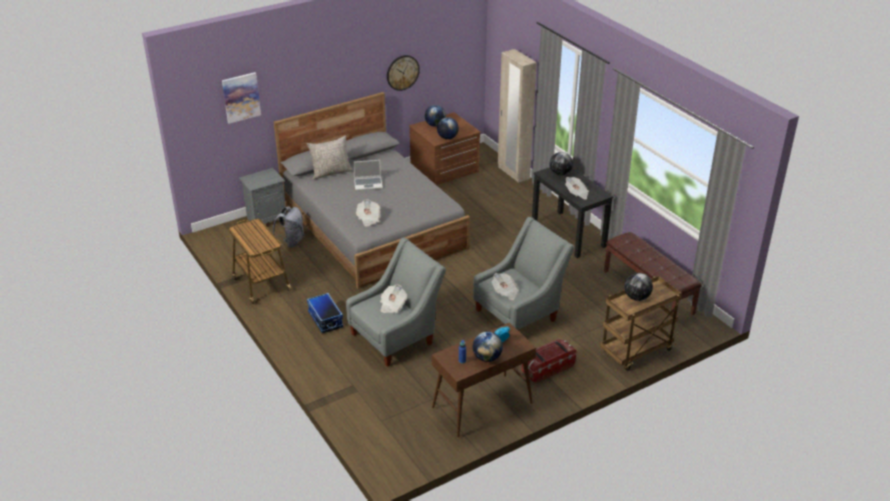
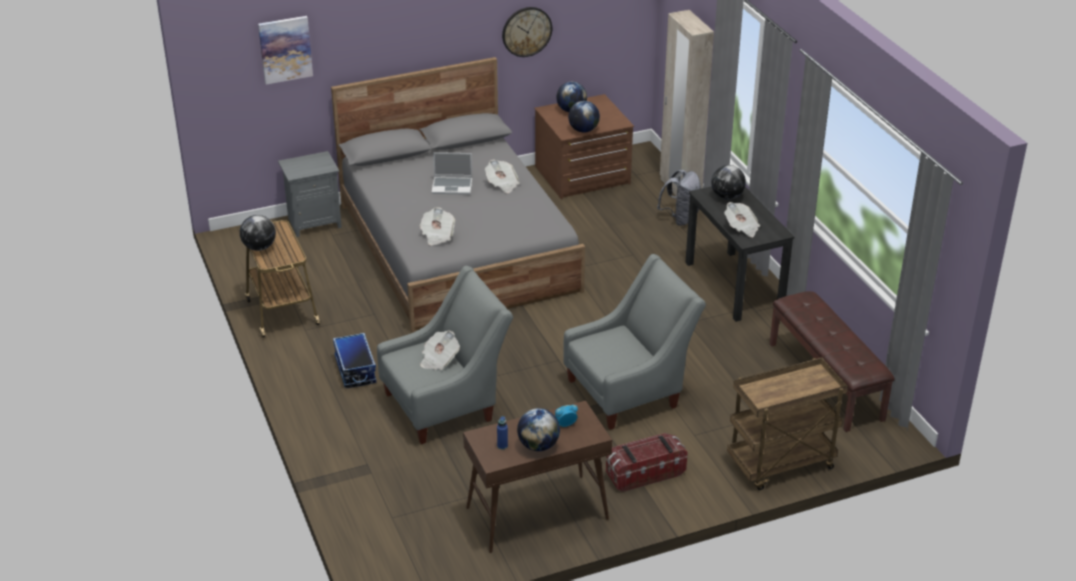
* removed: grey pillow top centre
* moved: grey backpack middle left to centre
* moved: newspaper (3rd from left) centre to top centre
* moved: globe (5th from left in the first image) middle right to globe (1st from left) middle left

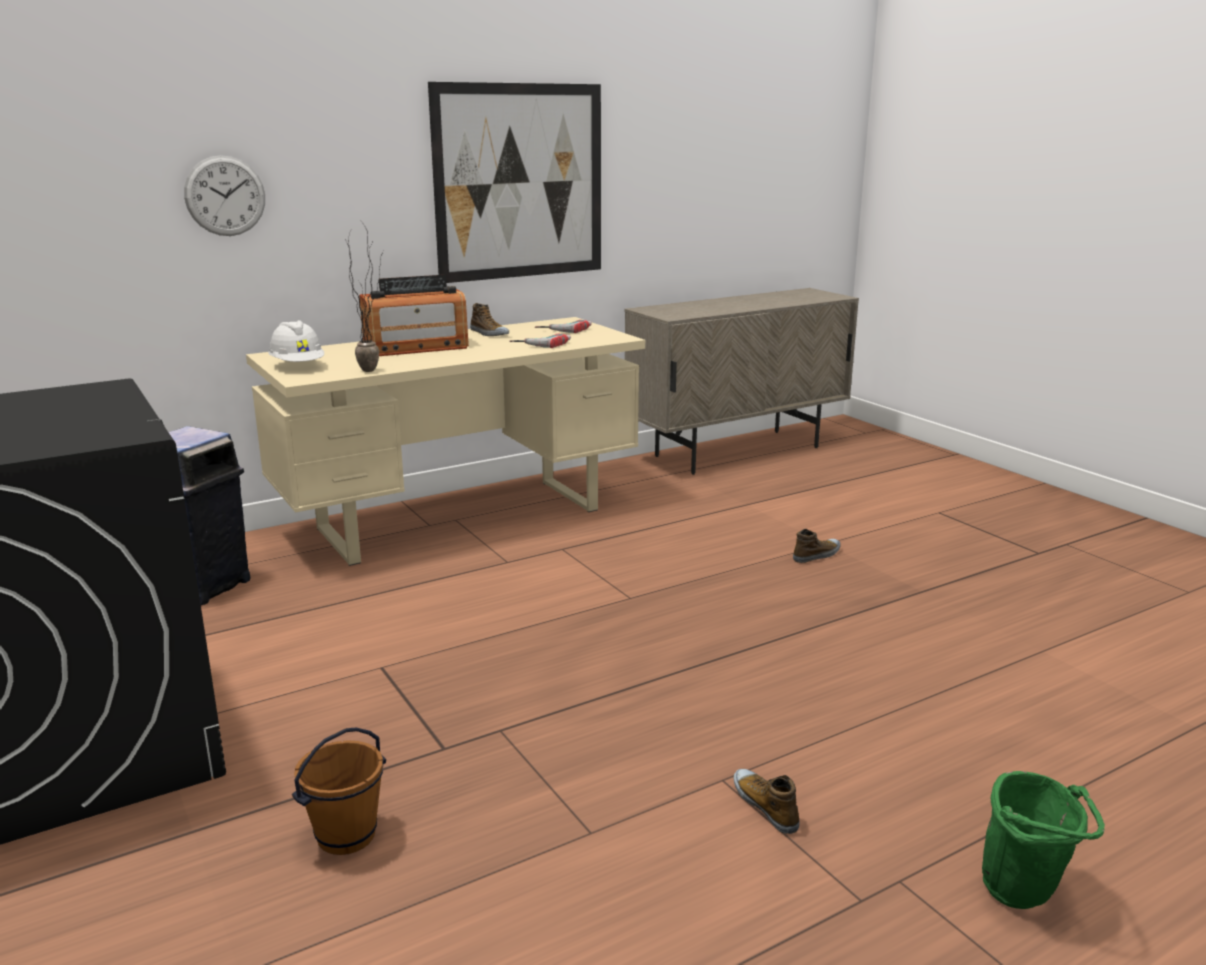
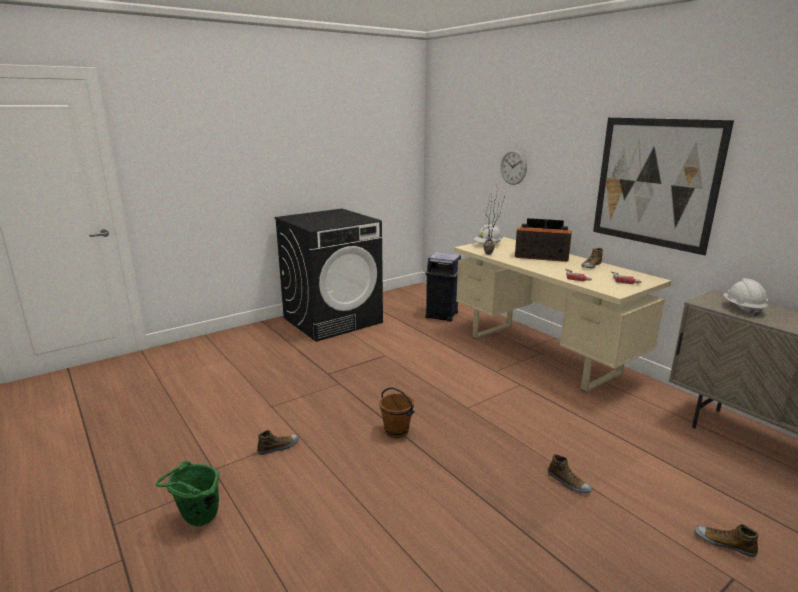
* added: shoe (4th from left) bottom right
* added: white hard hat (2nd from left) middle right
* moved: brown bucket bottom left to bottom centre
* turned: radio top centre = middle right 135 degrees clockwise

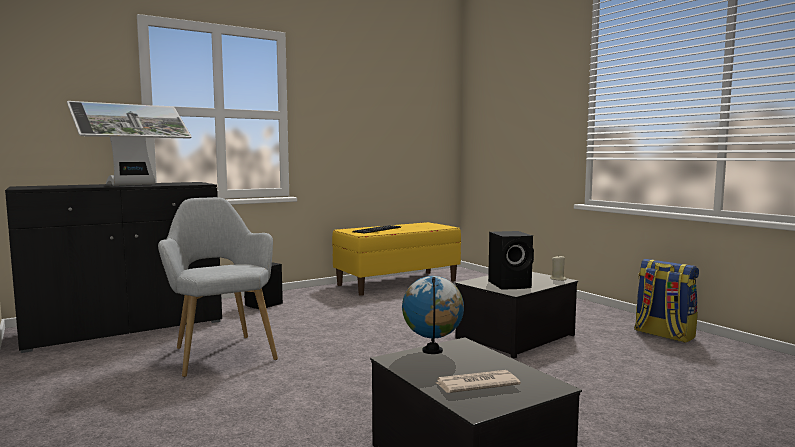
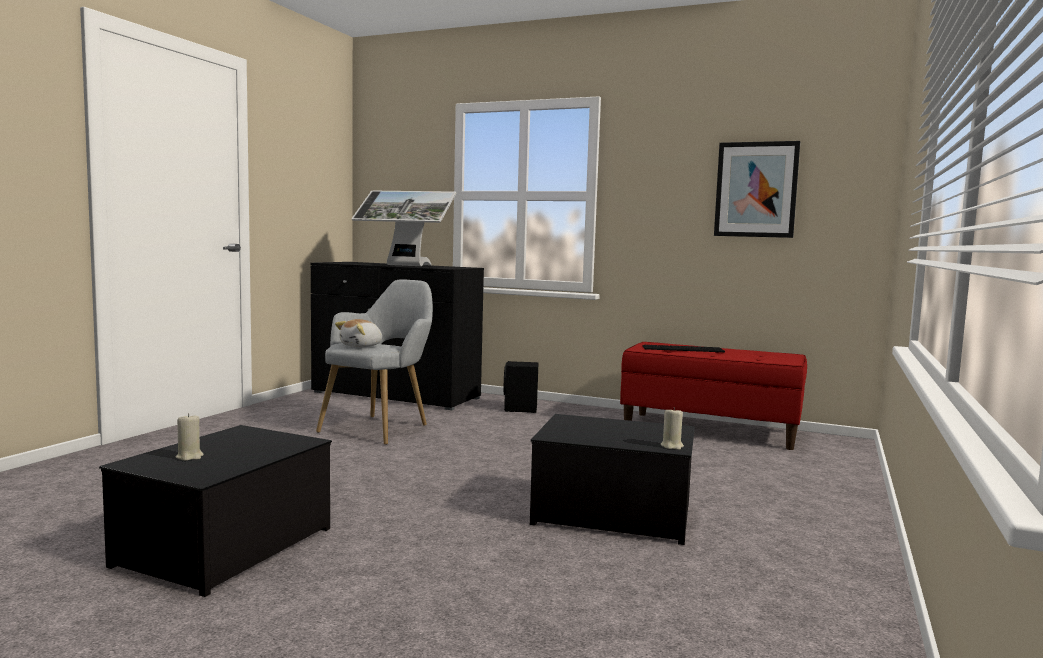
* removed: globe bottom centre
* removed: black speaker (2nd from left) centre
* removed: backpack bottom right
* added: plush toy centre
* added: picture top right
* replaced: newspaper bottom centre to beige candle (1st from left) middle left
* recoloured: yellow bench centre to red bench middle right

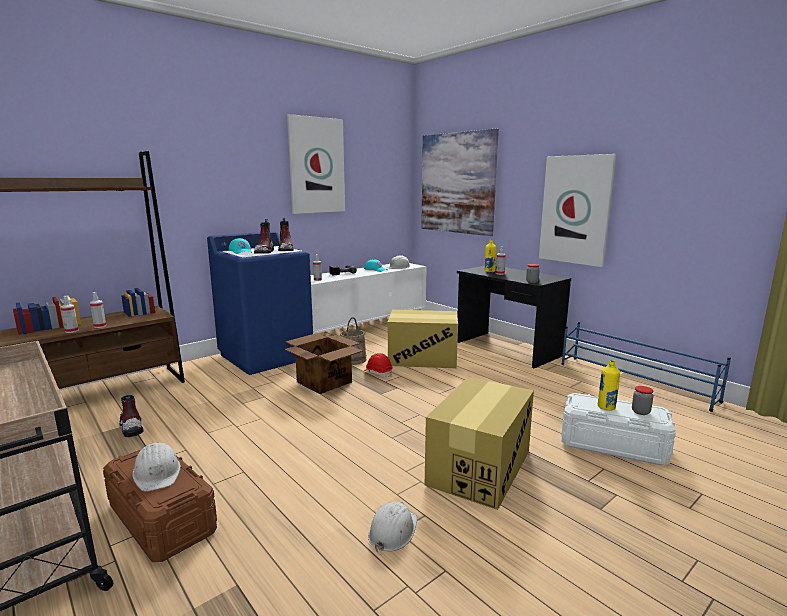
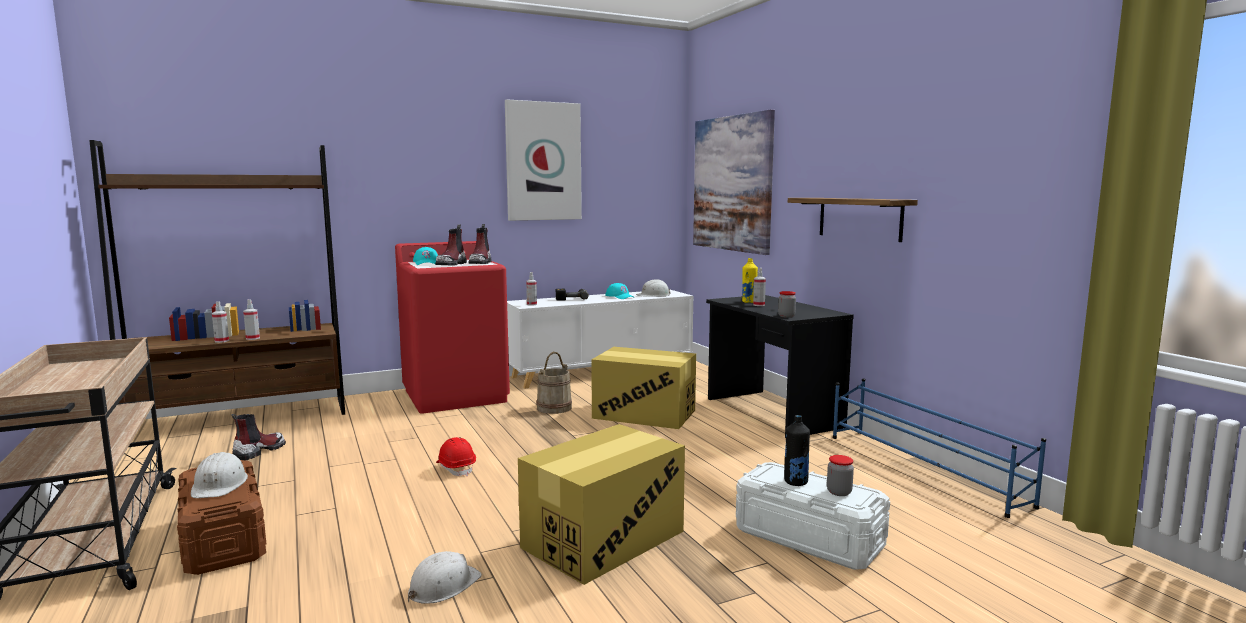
* removed: cardboard box (1st from left) centre
* moved: red hard hat centre to bottom centre
* replaced: picture (3rd from left) middle right to shelf middle right
* recoloured: blue washing machine middle left to red washing machine centre
* recoloured: yellow bottle (2nd from left) middle right to black bottle bottom centre
* turned: boot (1st from left) bottom left = bottom left 45 degrees clockwise

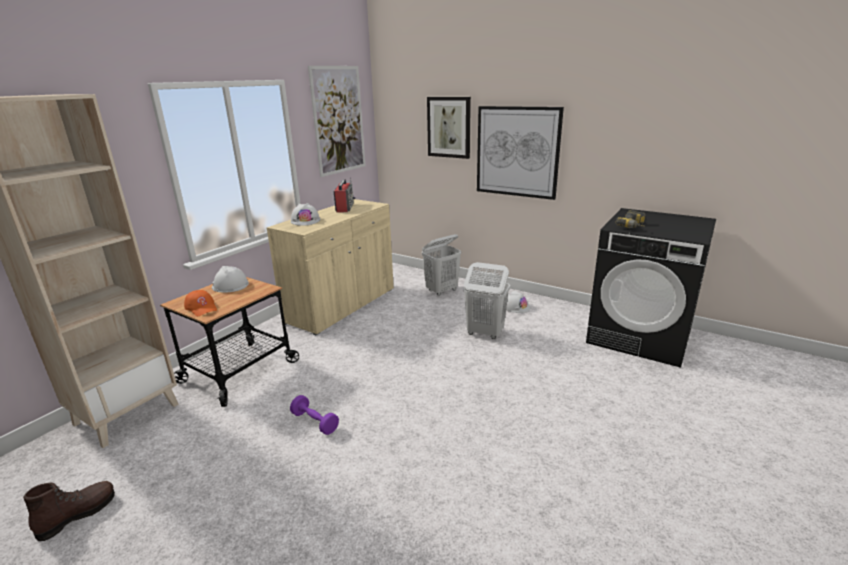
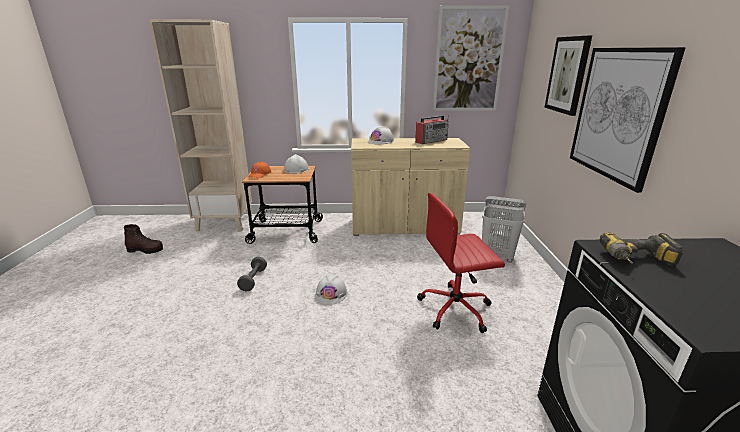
* moved: white hard hat (3rd from left in the first image) centre to white hard hat (2nd from left) bottom centre
* replaced: white laundry basket (2nd from left) centre to red office chair centre
* recoloured: purple dumbbell bottom centre to grey dumbbell centre

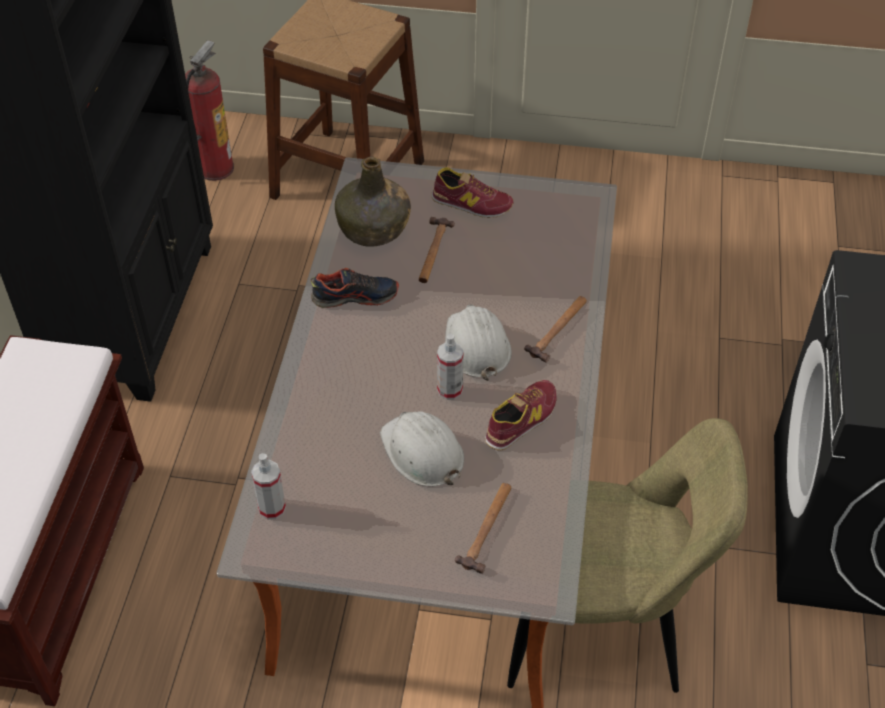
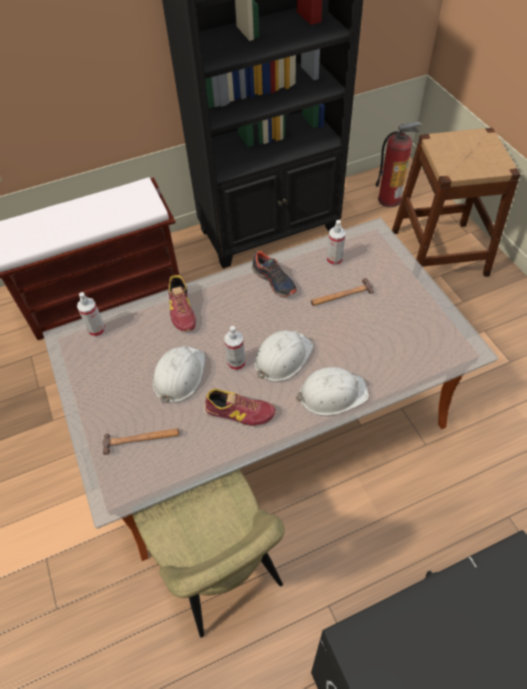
* moved: shoe (2nd from left in the first image) top centre to shoe (1st from left) centre
* replaced: green bottle top centre to spray bottle (3rd from left) centre
* replaced: hammer (3rd from left) centre to white hard hat (3rd from left) centre

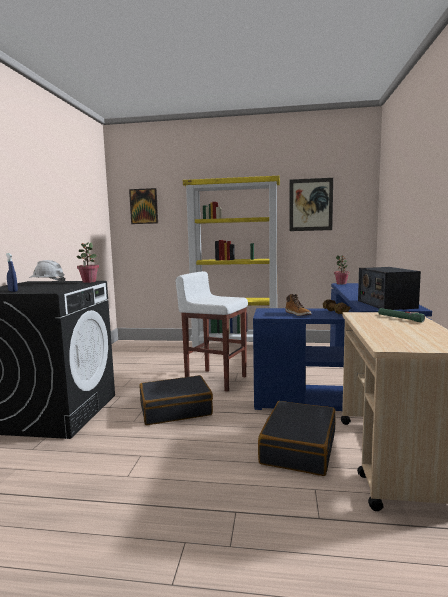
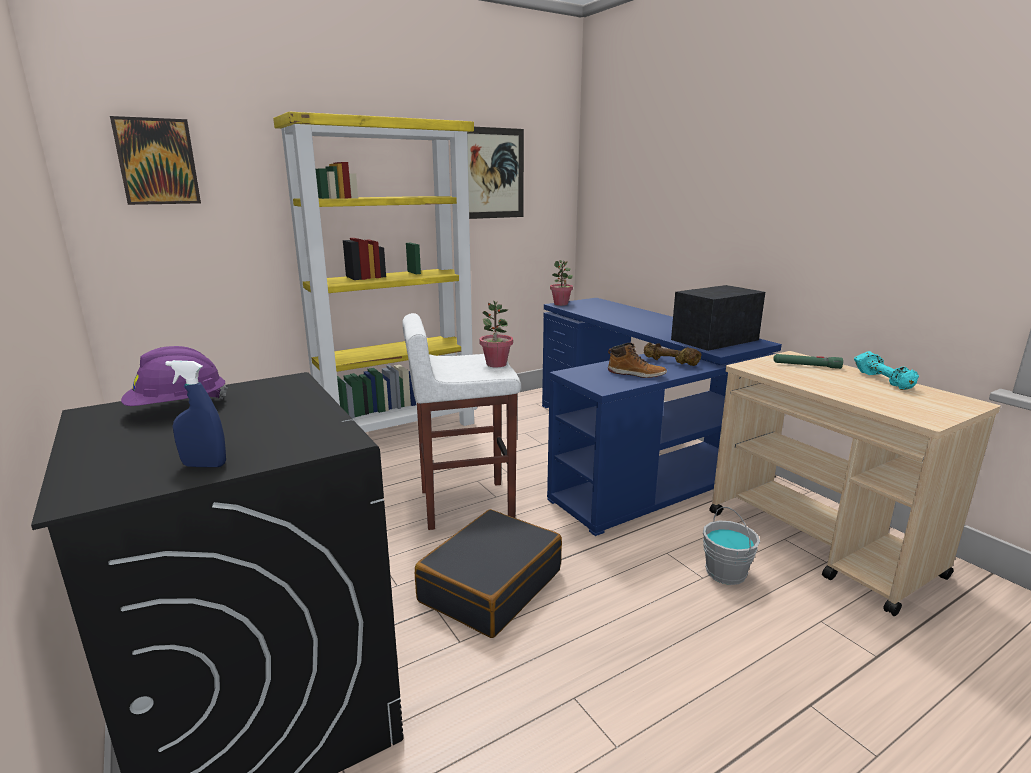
* added: turquoise dumbbell middle right
* moved: potted plant (1st from left) middle left to centre
* replaced: black suitcase (2nd from left) bottom centre to grey bucket bottom right
* recoloured: white hard hat middle left to purple hard hat middle left
* turned: radio middle right = middle right 105 degrees clockwise

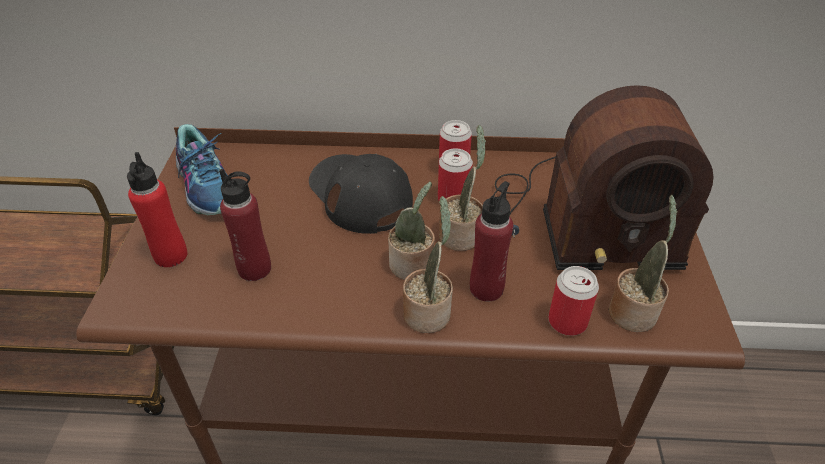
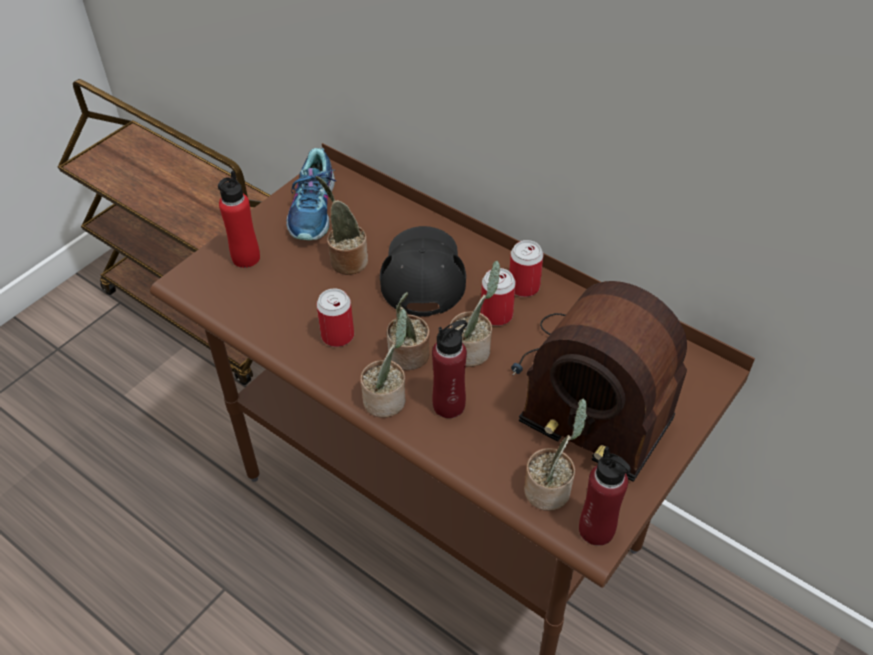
* added: potted plant (1st from left) centre
* moved: red bottle (2nd from left in the first image) middle left to red bottle (3rd from left) bottom right
* moved: can (3rd from left in the first image) middle right to can (1st from left) centre

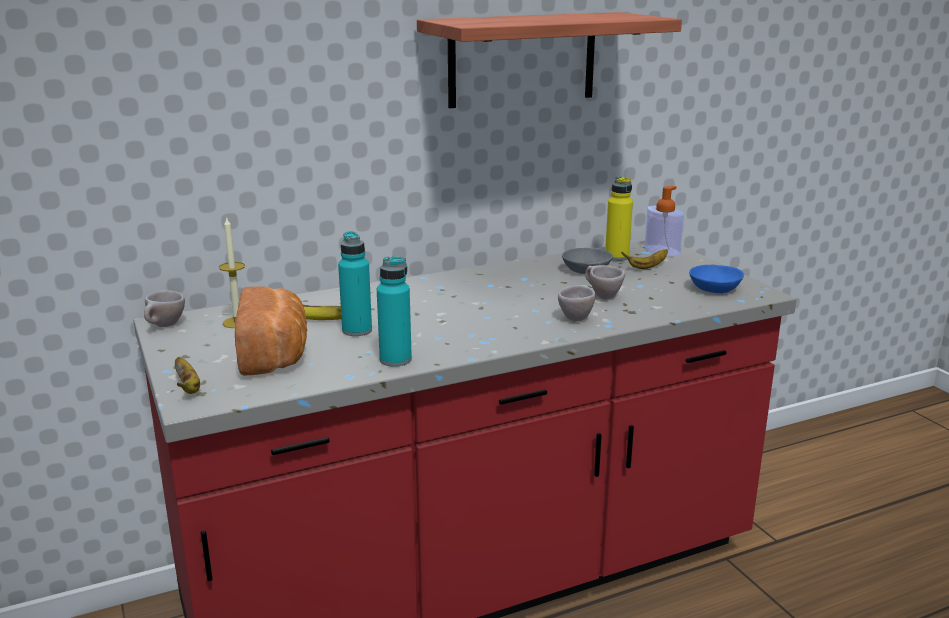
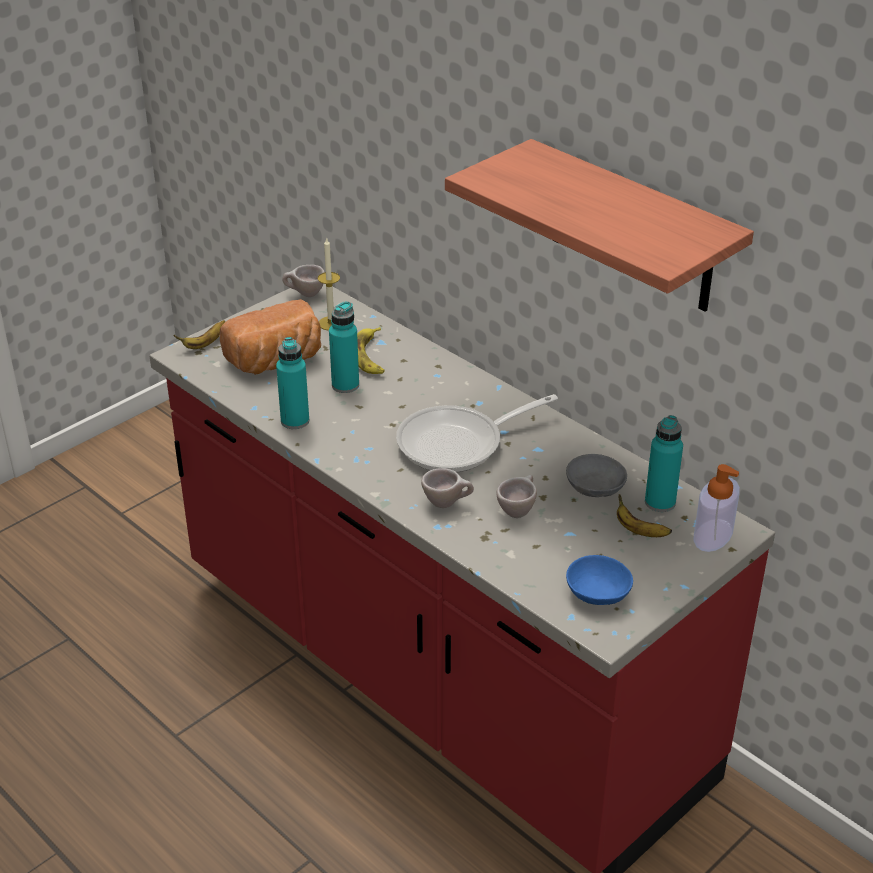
* added: frying pan centre
* recoloured: yellow bottle centre to turquoise bottle (3rd from left) middle right

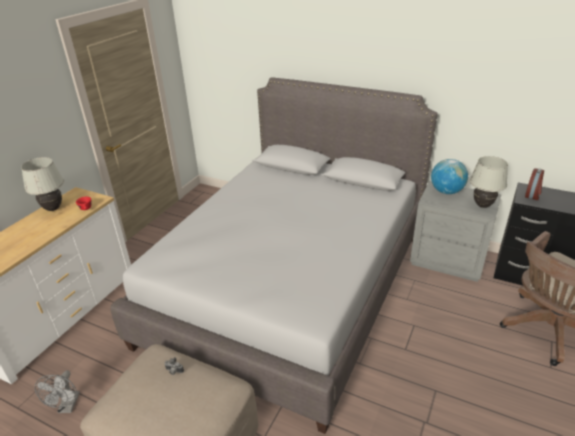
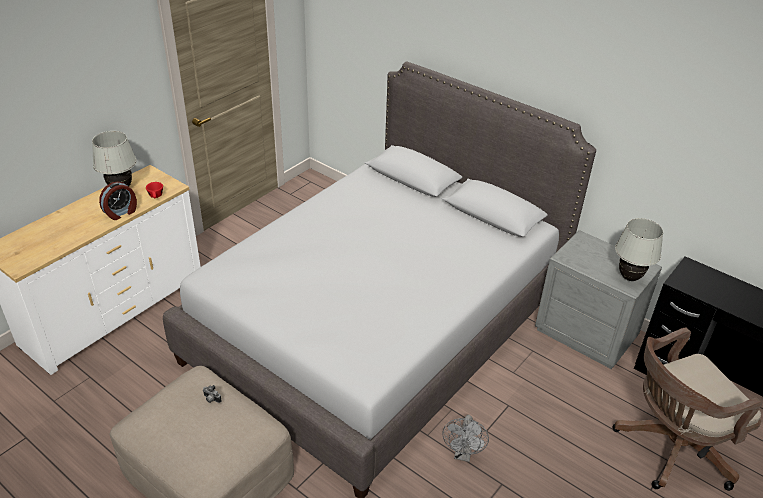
* removed: globe middle right
* moved: grey fan bottom left to bottom centre
* moved: alarm clock middle right to middle left

